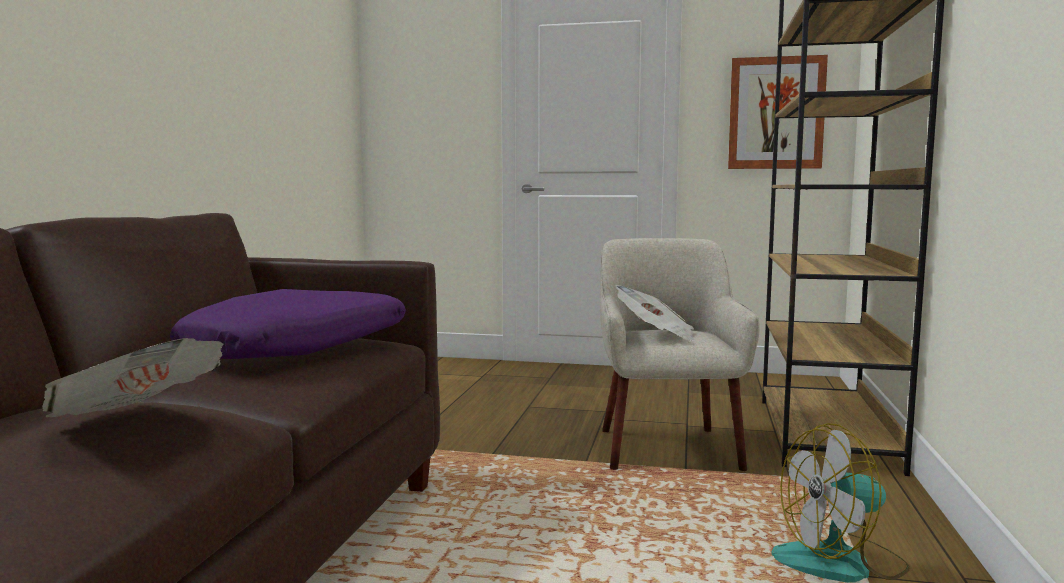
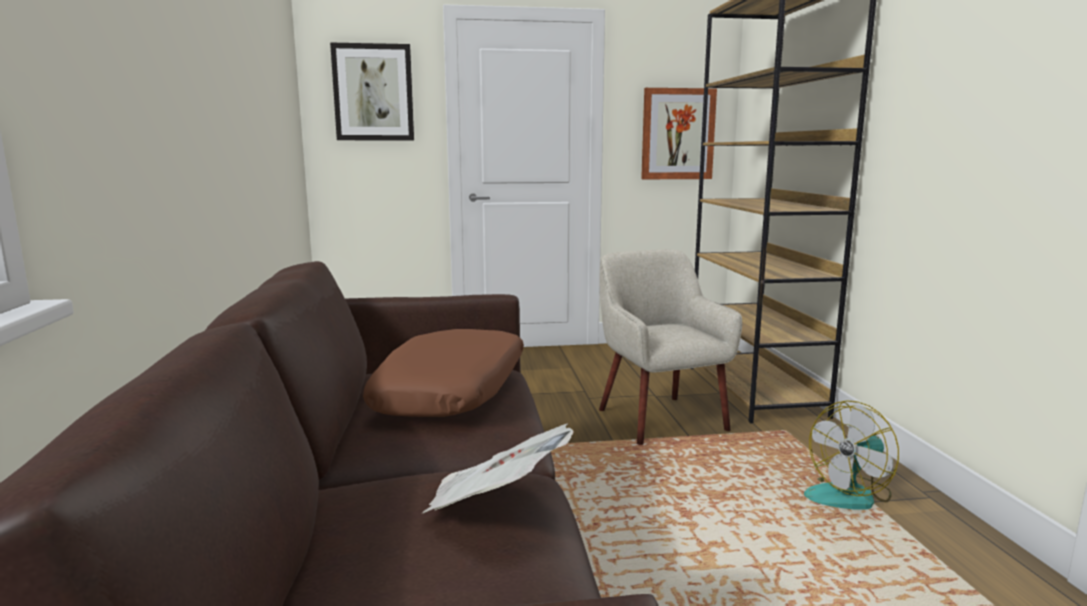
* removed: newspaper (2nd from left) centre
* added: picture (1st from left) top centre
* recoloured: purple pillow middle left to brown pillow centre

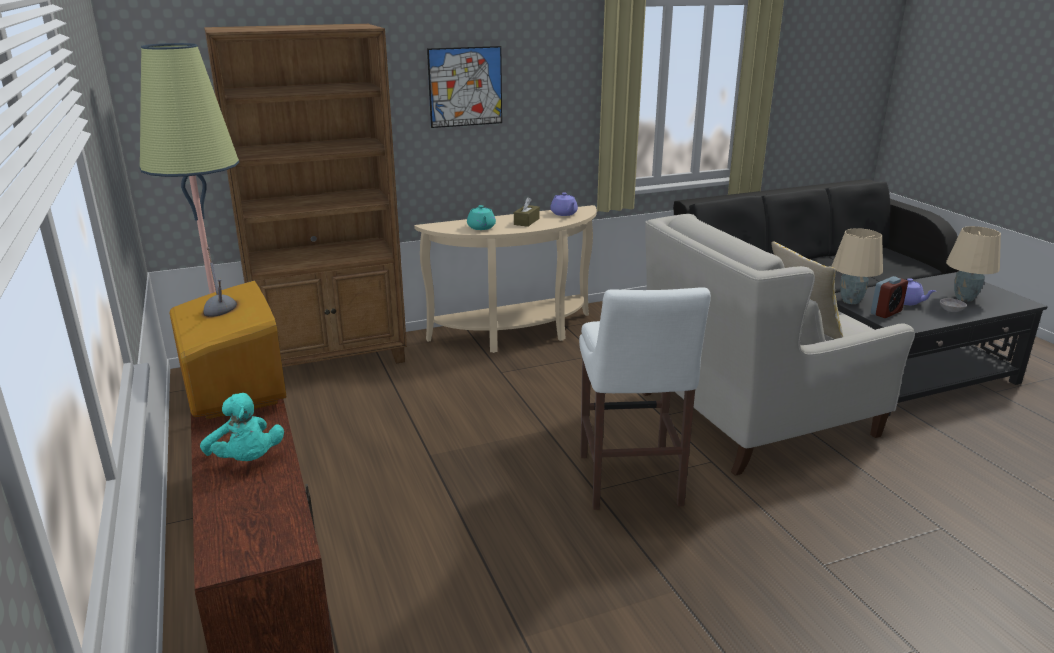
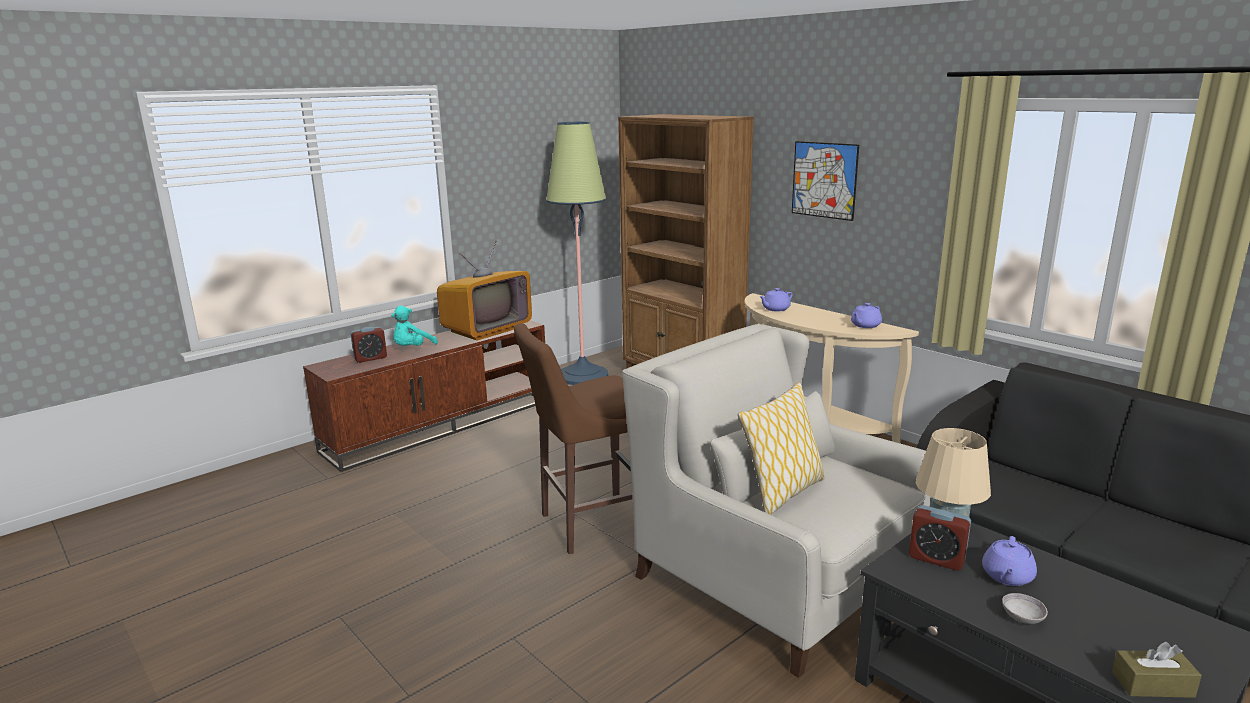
* removed: beige table lamp (2nd from left) middle right
* added: alarm clock (1st from left) middle left
* moved: brown tissue box top centre to bottom right
* recoloured: turquoise teapot top centre to purple teapot (1st from left) centre
* recoloured: white stool centre to brown stool centre

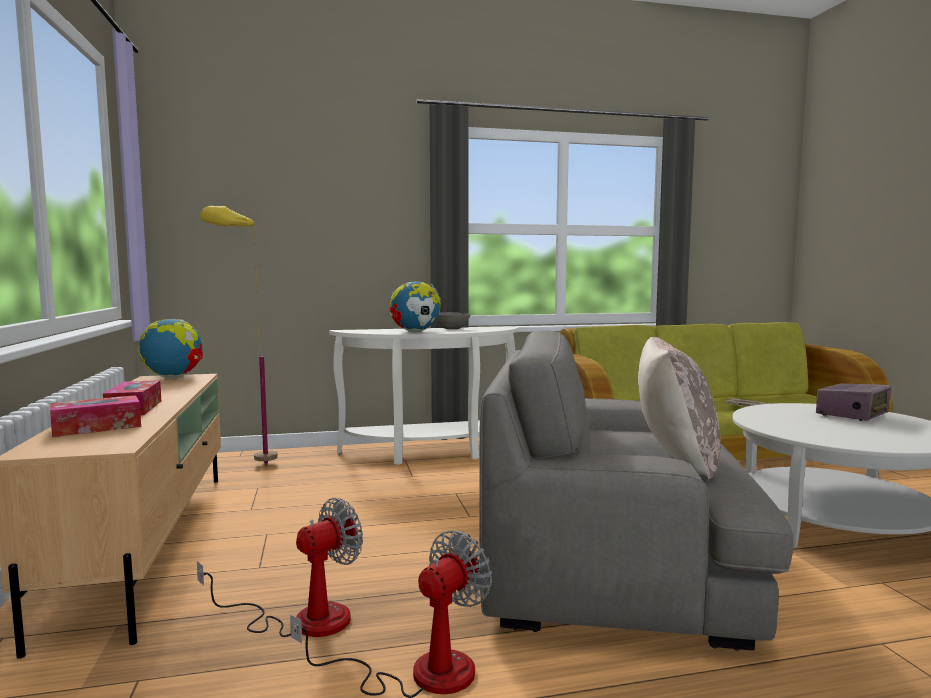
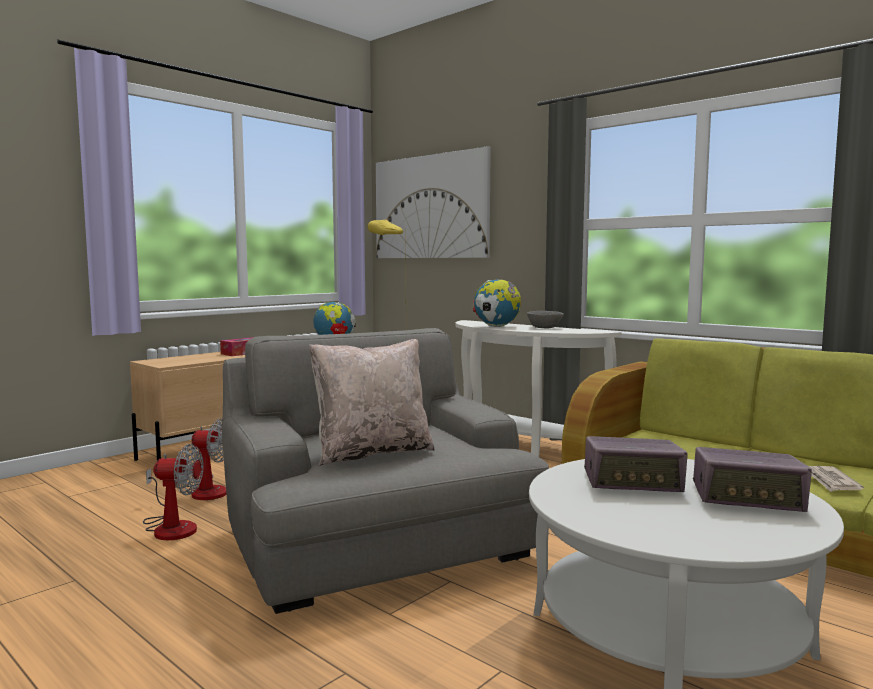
* removed: tissue box (1st from left) middle left
* added: picture top centre
* added: radio (1st from left) bottom right

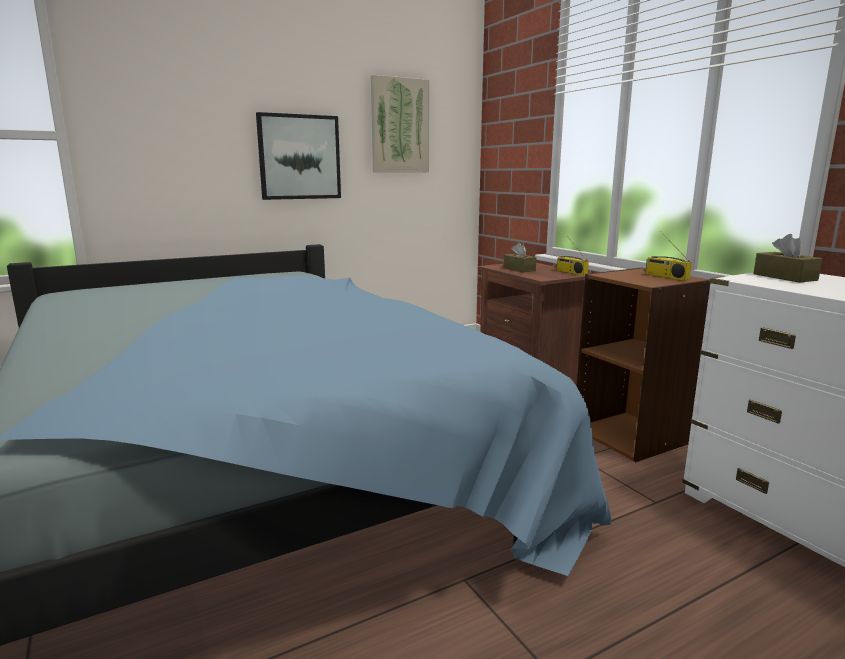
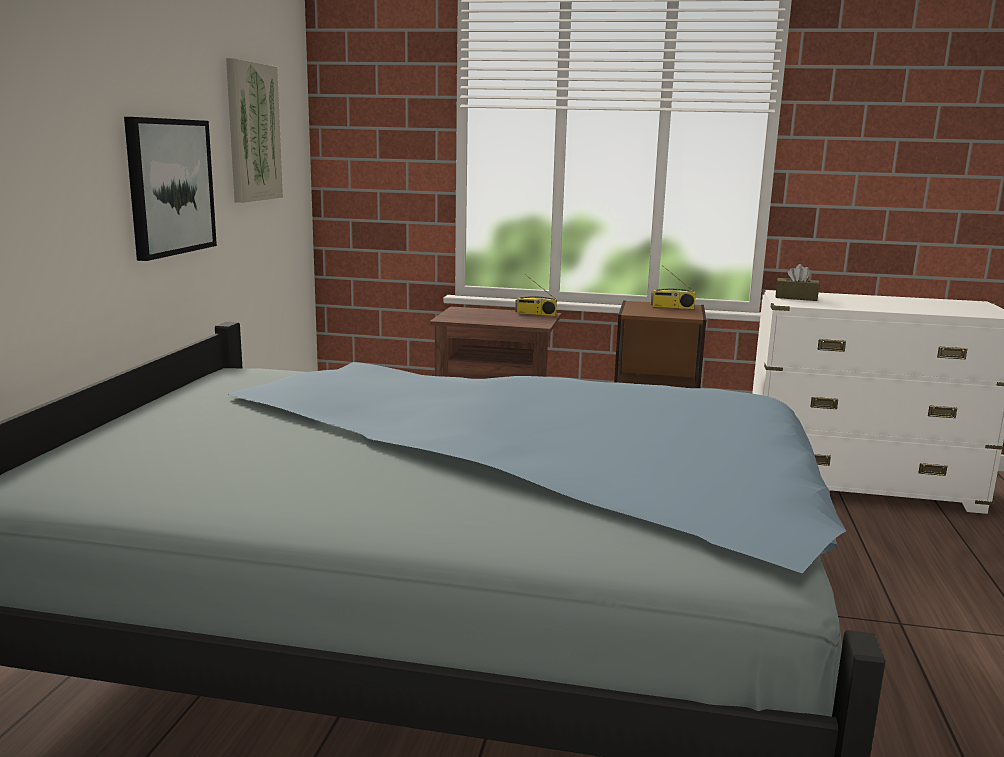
* removed: brown tissue box (1st from left) centre

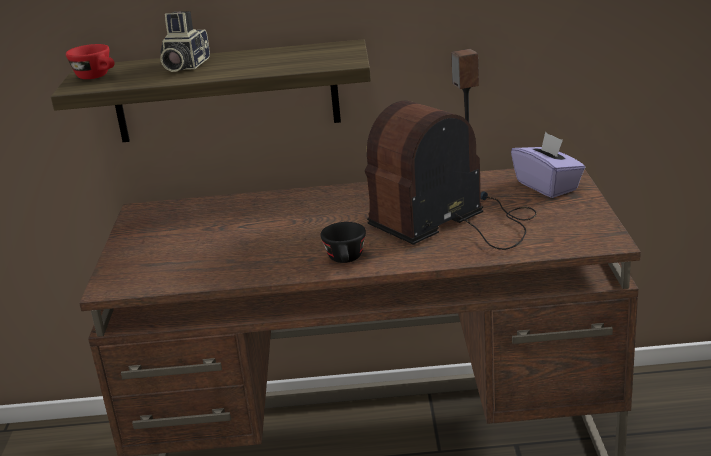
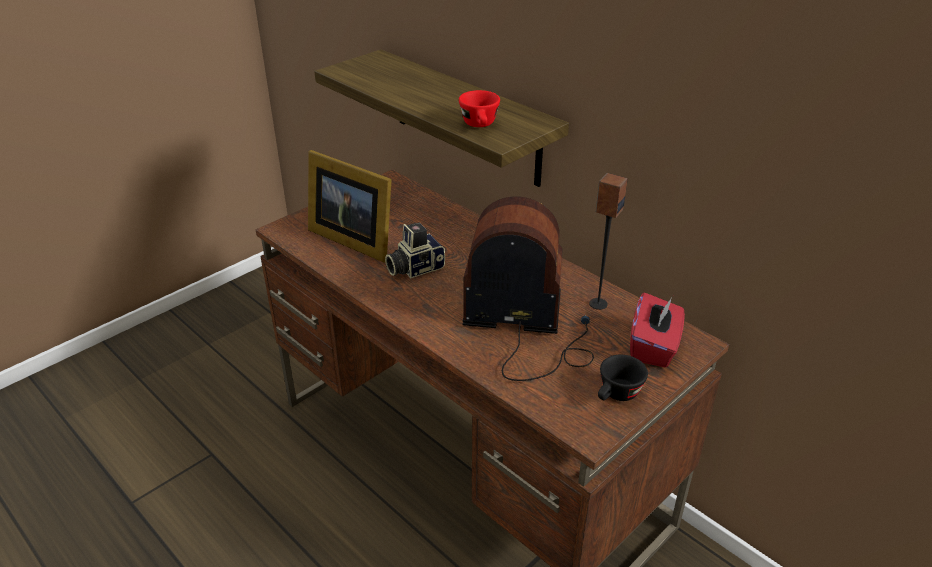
* added: picture frame centre
* moved: red cup top left to top centre
* moved: photo camera top left to centre
* moved: black cup centre to bottom right
* recoloured: purple tissue box middle right to red tissue box middle right

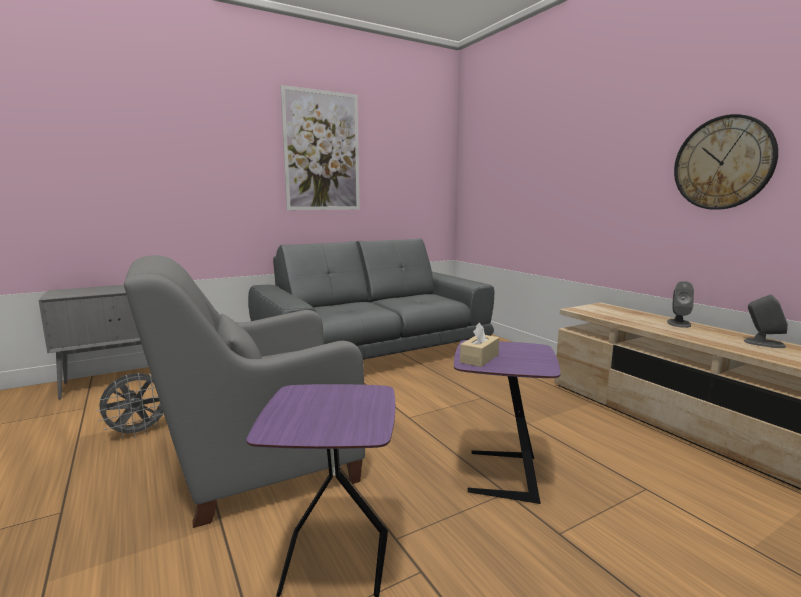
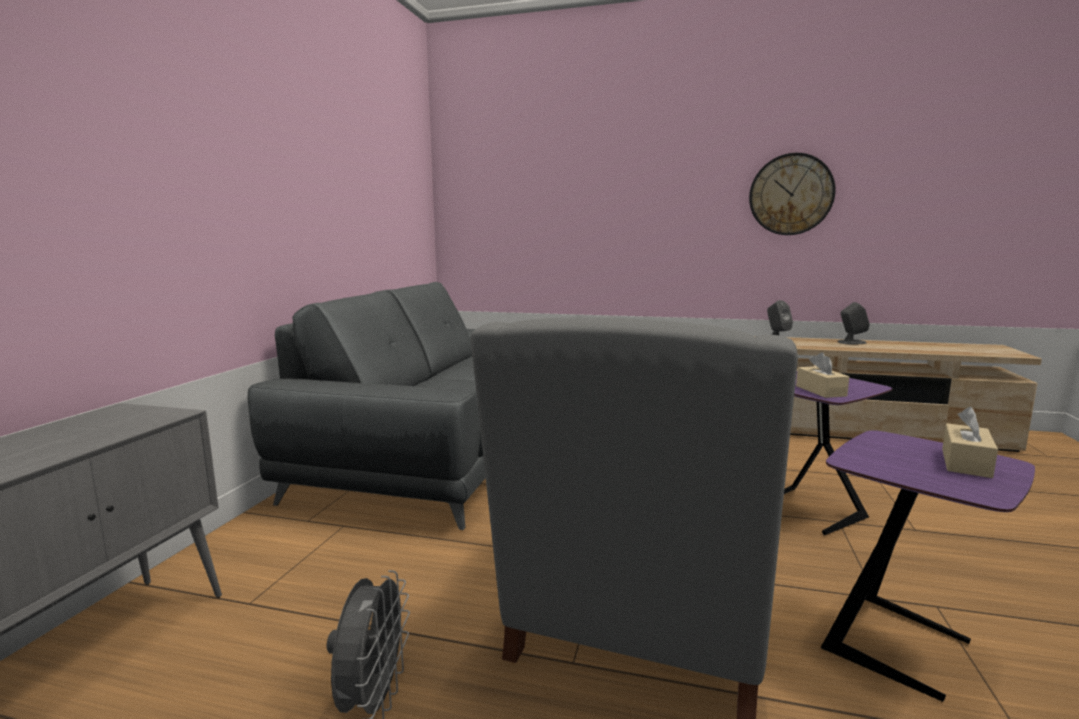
* removed: picture top centre
* added: beige tissue box (2nd from left) middle right

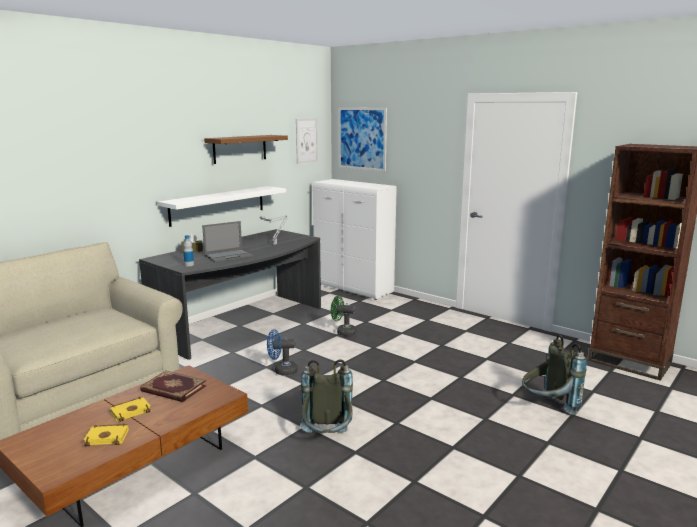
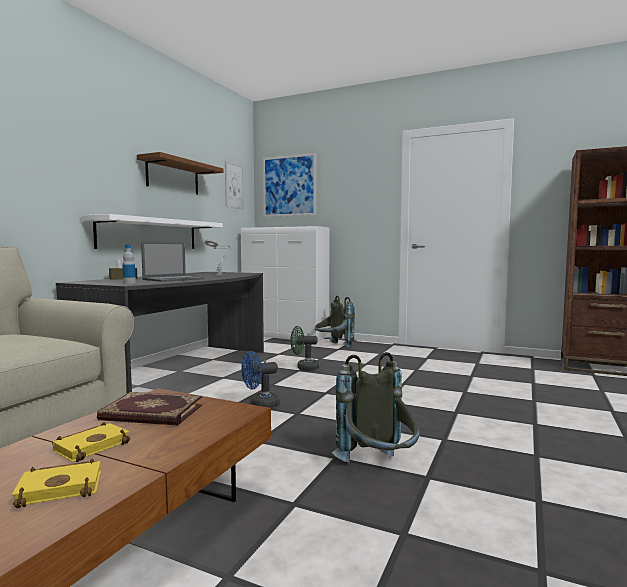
* moved: grey backpack (2nd from left in the first image) bottom right to grey backpack (1st from left) centre

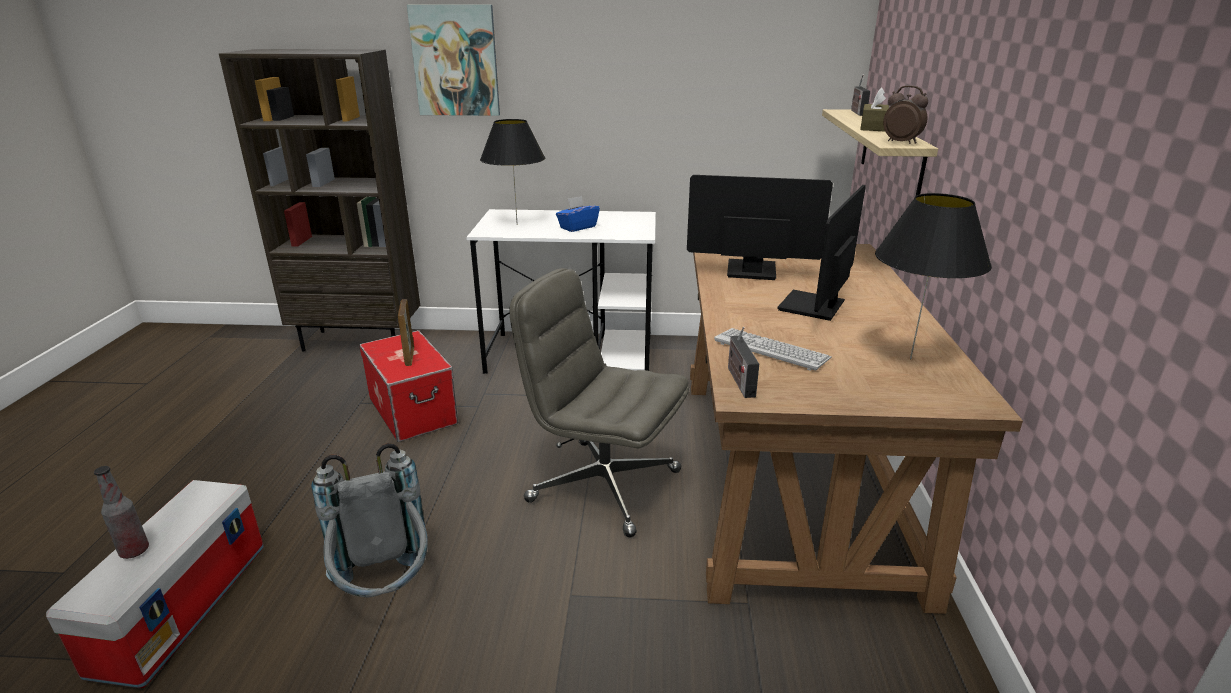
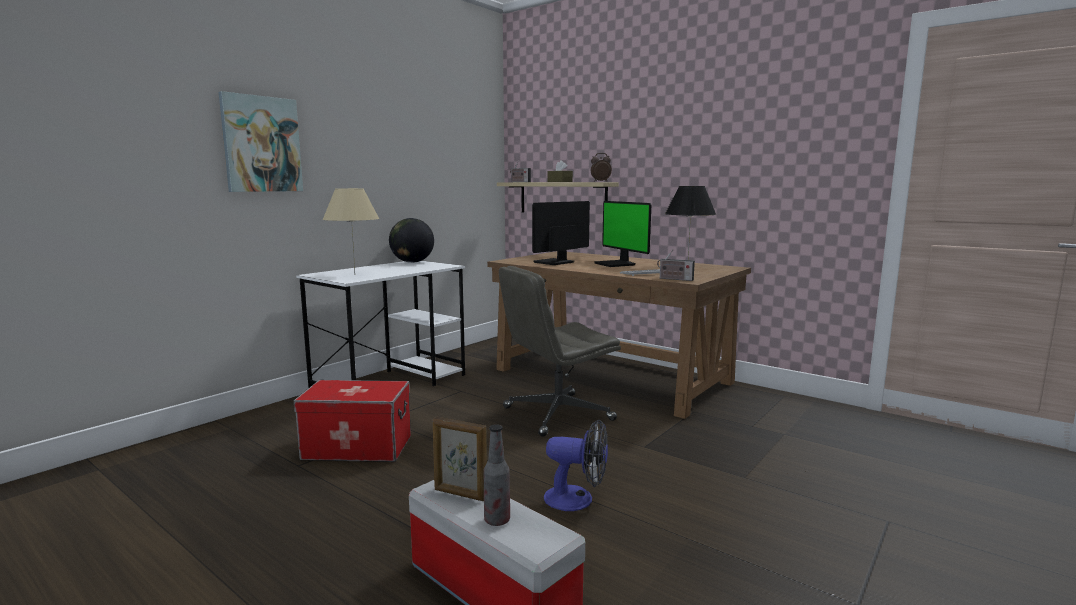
* removed: brown bookcase top left
* removed: blue tissue box top centre
* added: globe centre
* moved: picture frame middle left to bottom centre
* replaced: grey backpack bottom left to fan bottom centre
* recoloured: black table lamp (1st from left) top centre to beige table lamp middle left

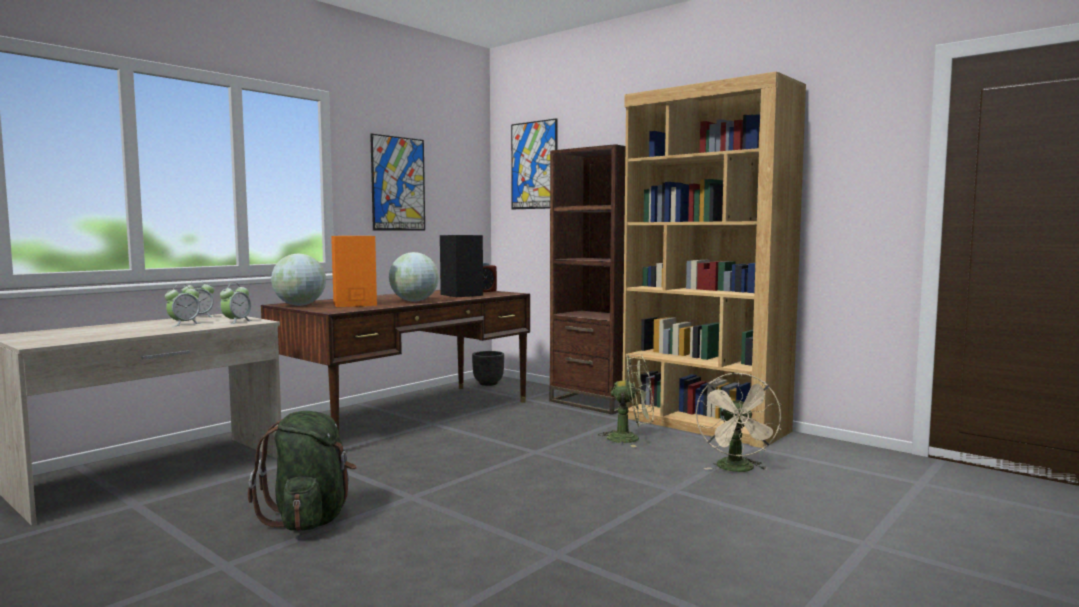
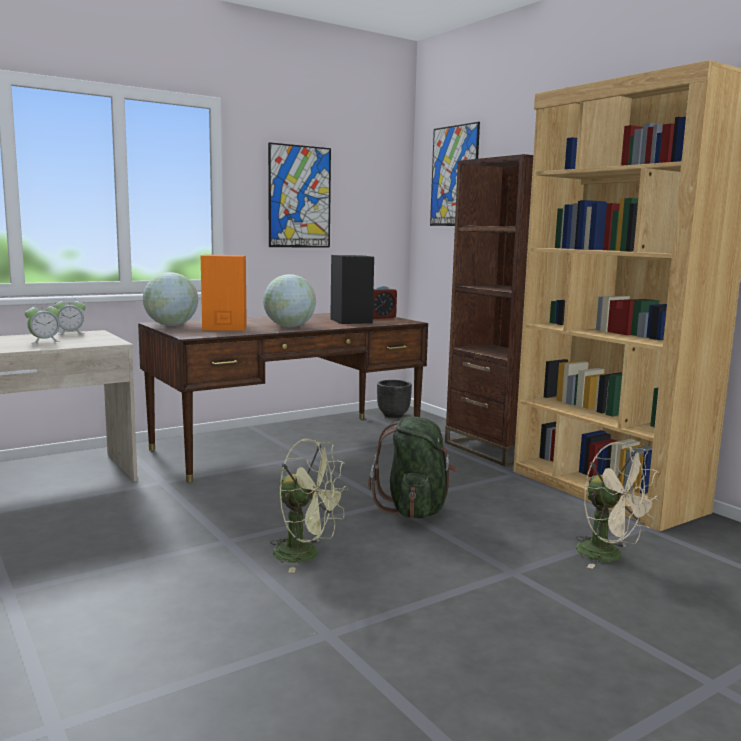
* removed: alarm clock (3rd from left) middle left
* moved: green backpack bottom left to centre
* moved: green fan centre to bottom centre
* turned: beige fan bottom right = bottom right 60 degrees counterclockwise

